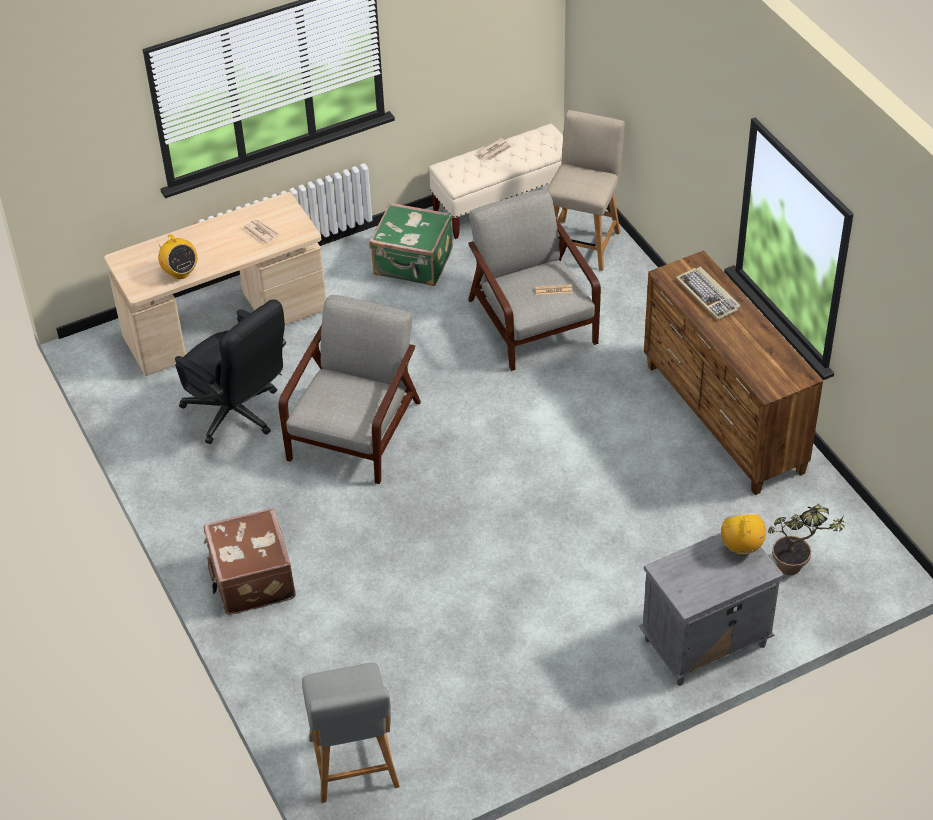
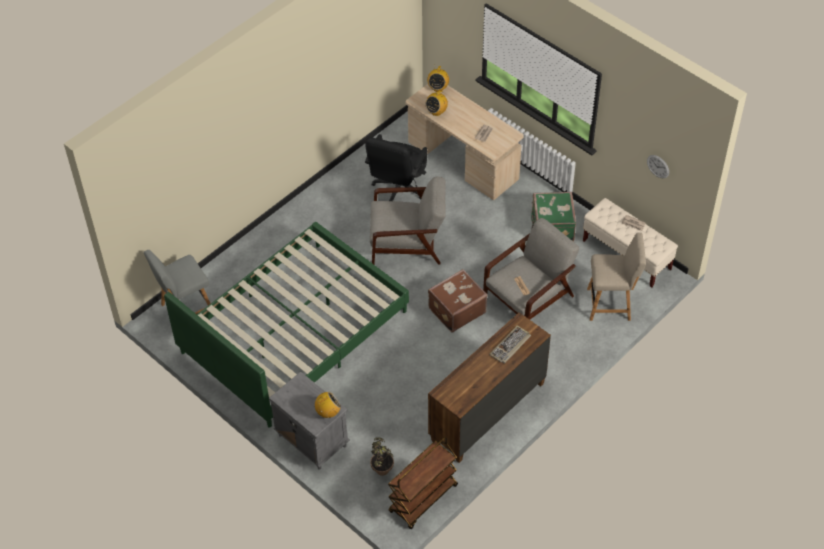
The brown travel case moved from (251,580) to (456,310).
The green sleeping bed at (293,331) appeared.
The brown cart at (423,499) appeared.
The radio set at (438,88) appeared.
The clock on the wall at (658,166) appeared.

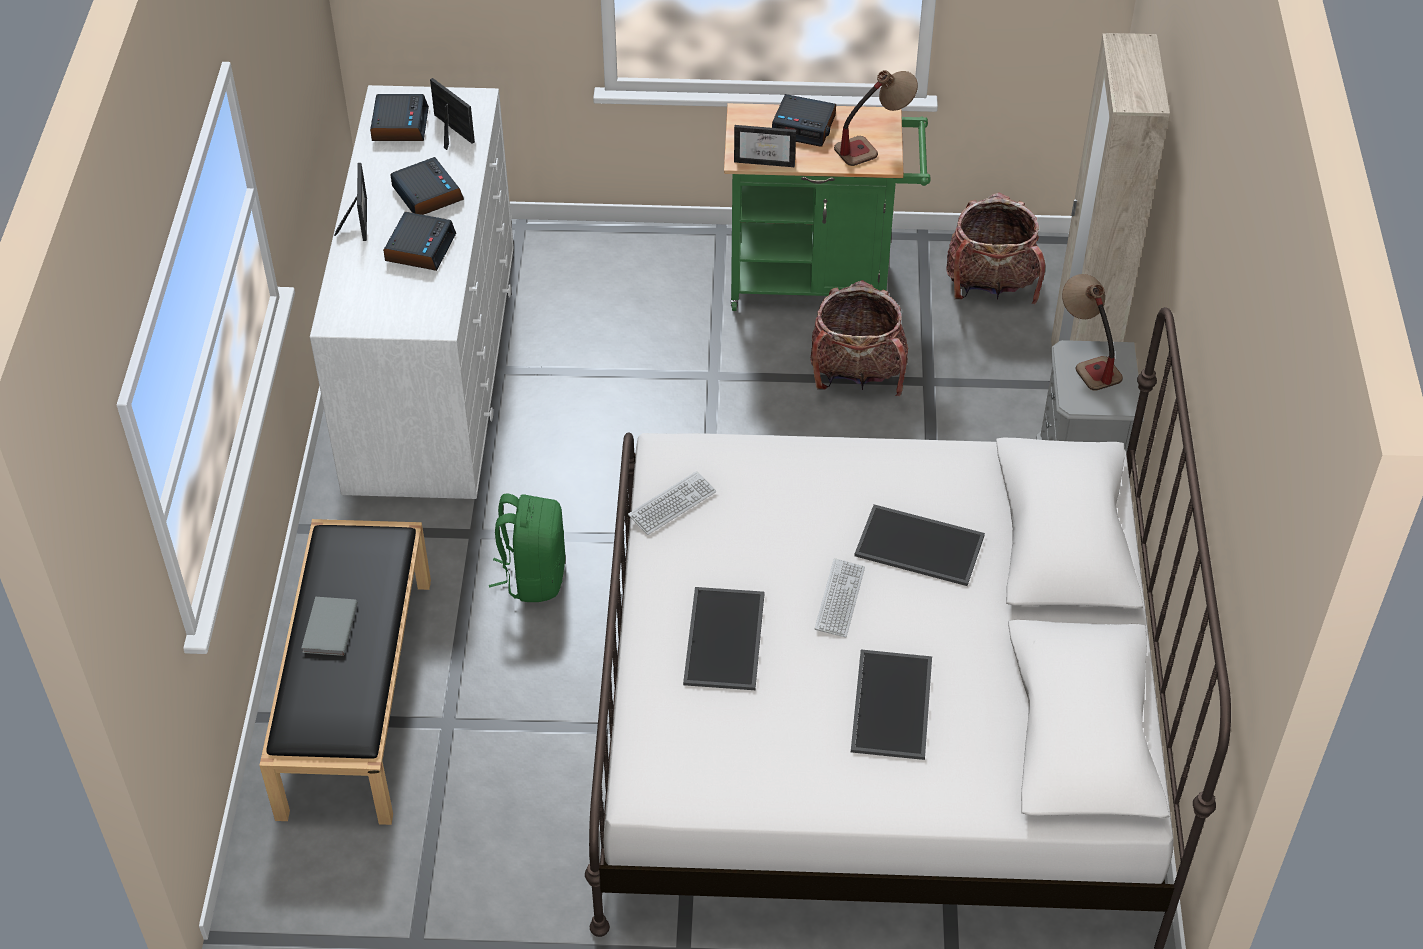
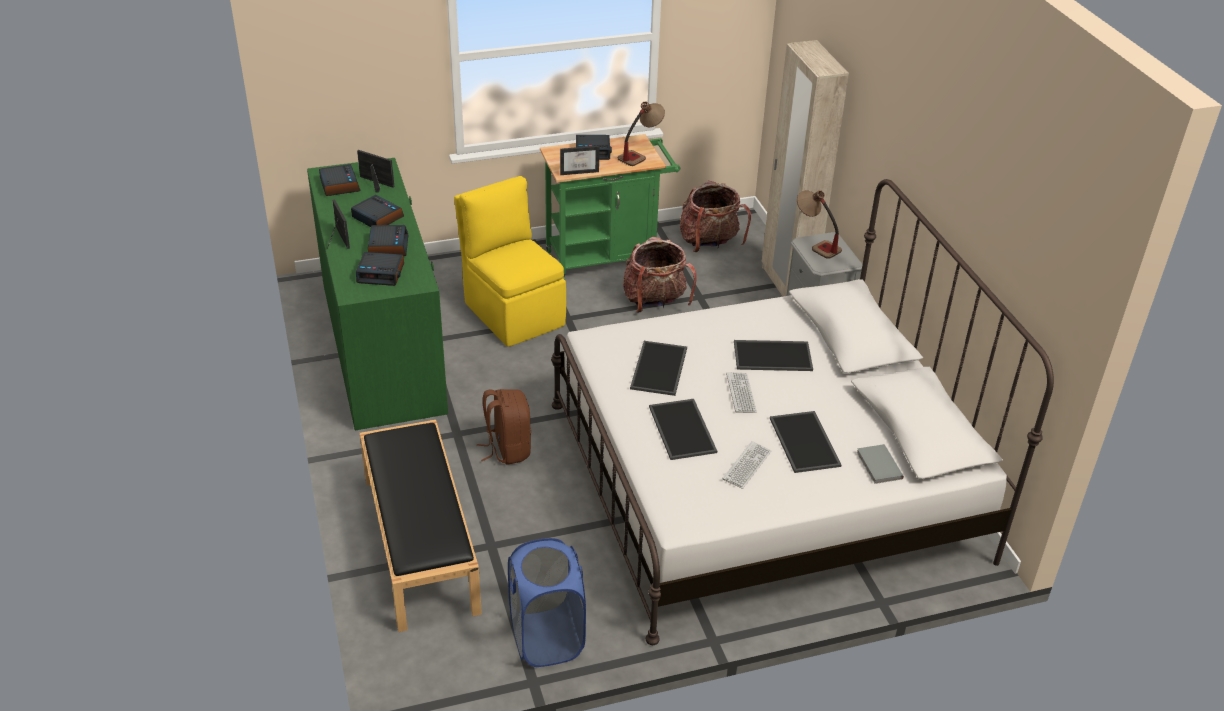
The gray book moved from (328,628) to (878,466).
The whitish drawer chest at (432,364) became the green drawer chest at (382,346).
The green knapsack at (533,576) became the brown knapsack at (507,449).
The keyboard moved from (672,504) to (747,466).
The bedside clock at (381,273) appeared.
The yellow plain chair at (513,312) appeared.
The blue-coloured laundry basket at (546,638) appeared.
The serving tray at (660,369) appeared.

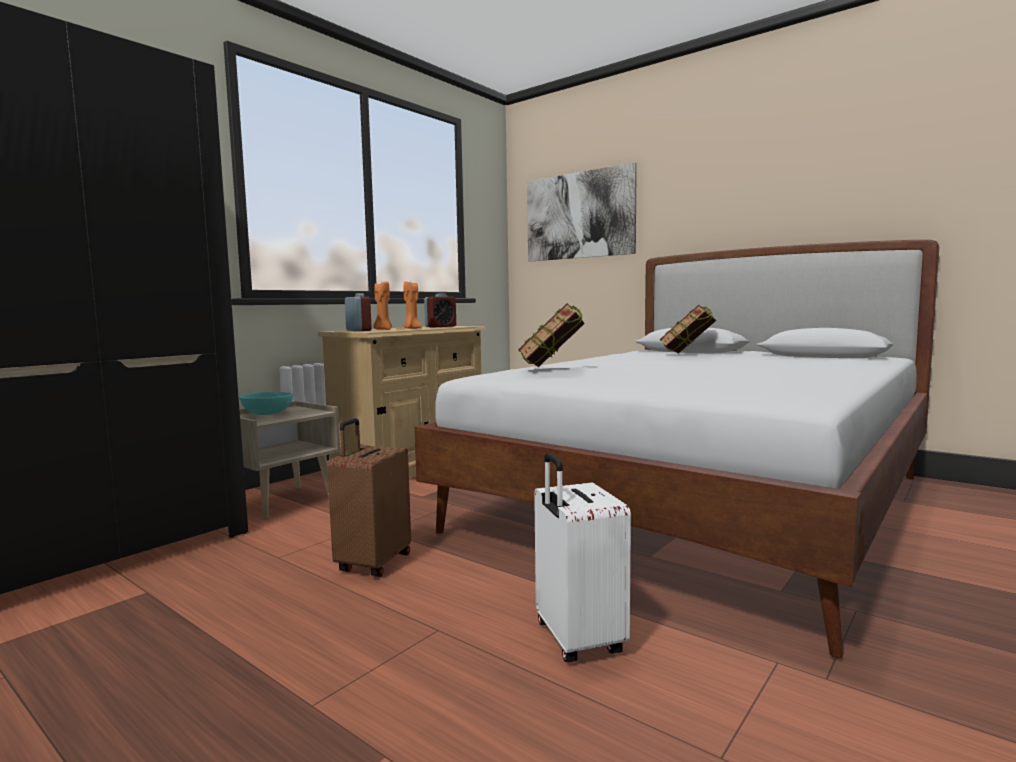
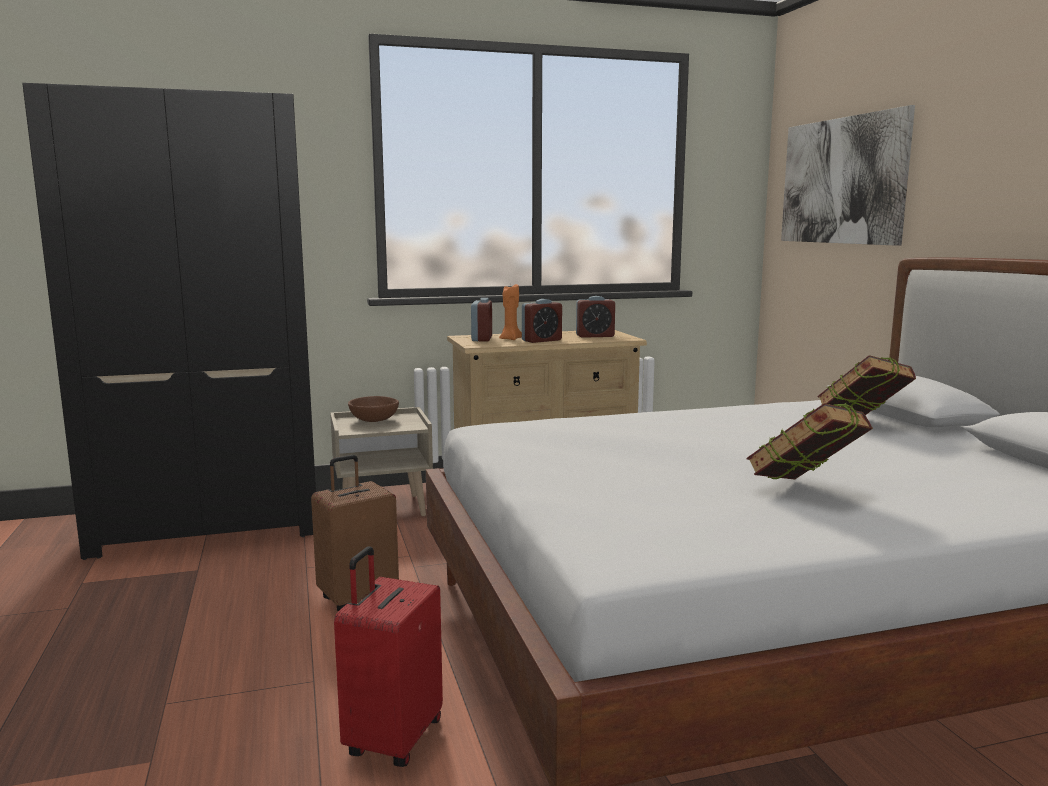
The turquoise-coloured deep dish at (268,414) became the brown deep dish at (374,420).
The orange wax candle at (411,329) was replaced by the bedside clock at (541,340).
The book moved from (552,369) to (805,491).
The whitish travel case at (576,640) became the red travel case at (392,739).

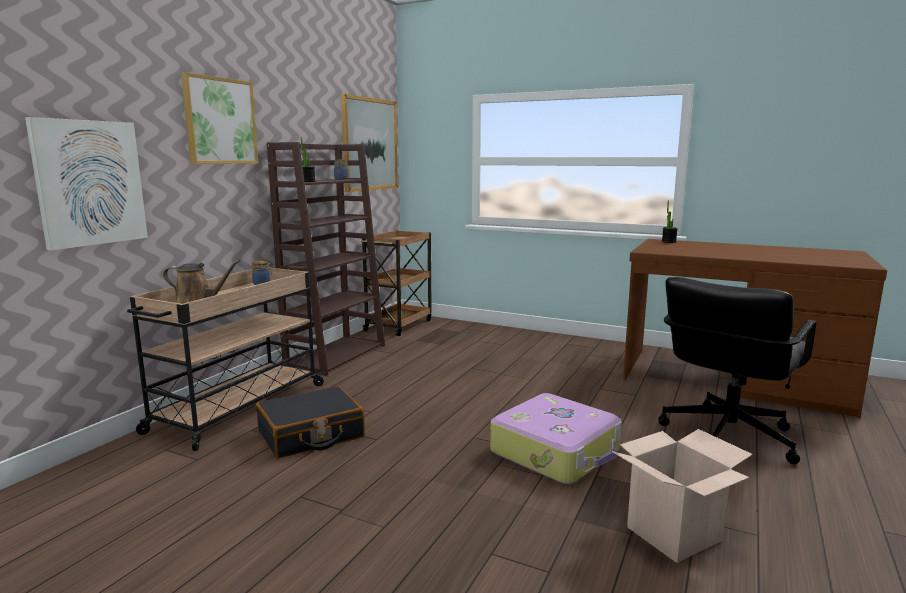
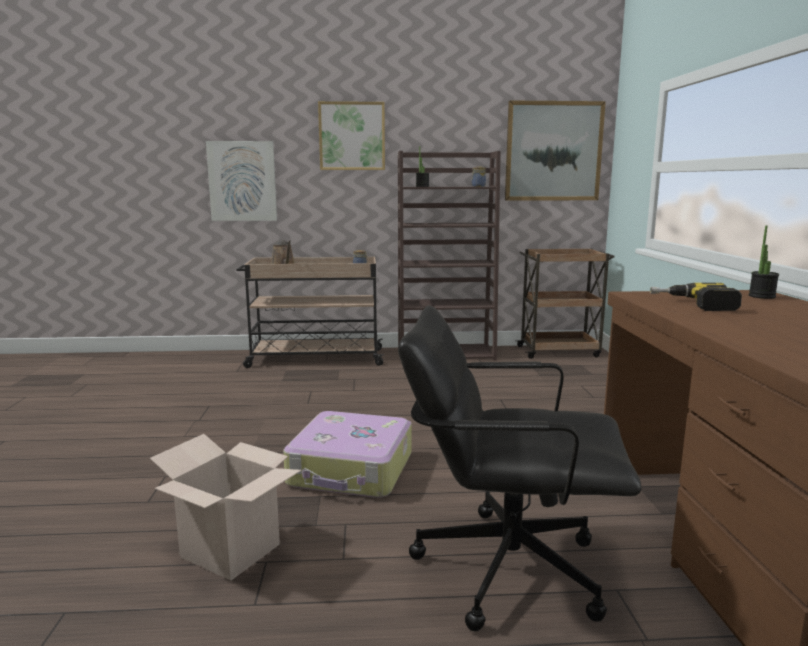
The black travel case at (311,435) disappeared.
The drill at (693,305) appeared.

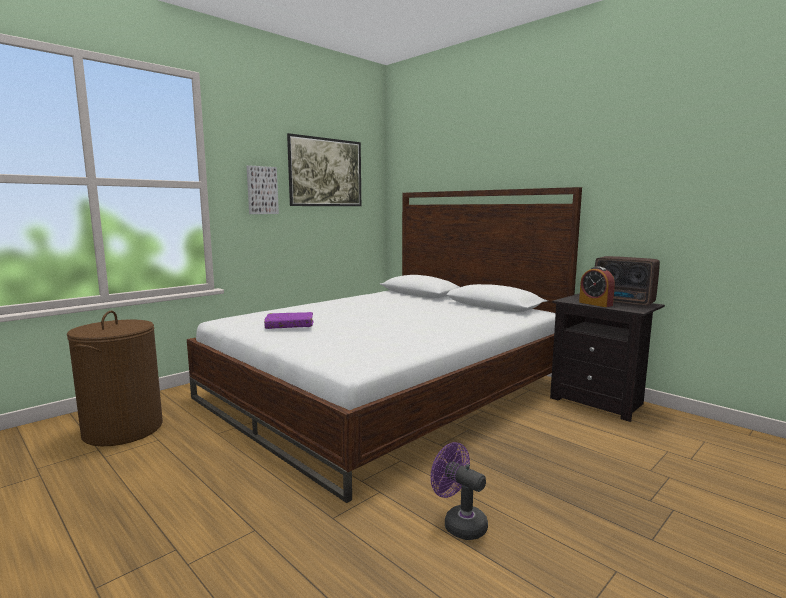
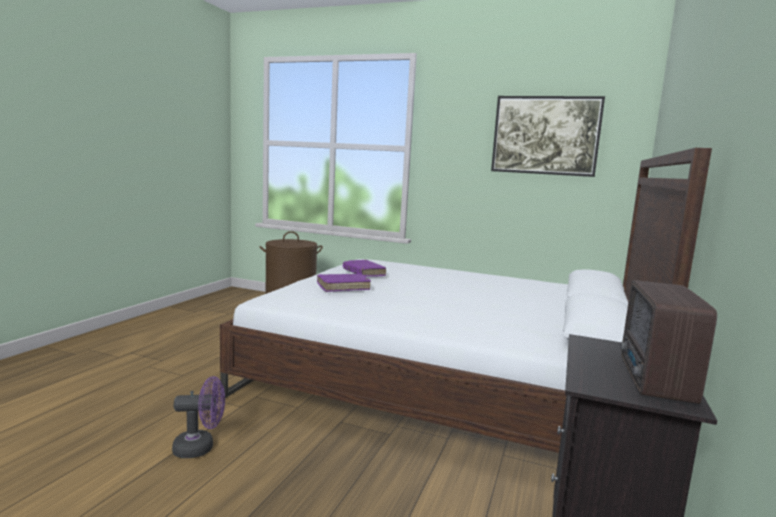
The wall picture at (261,190) disappeared.
The purplish cooling fan at (459,523) turned 60 degrees clockwise.
The bedside clock at (595,304) disappeared.
The purplish book at (343,287) appeared.

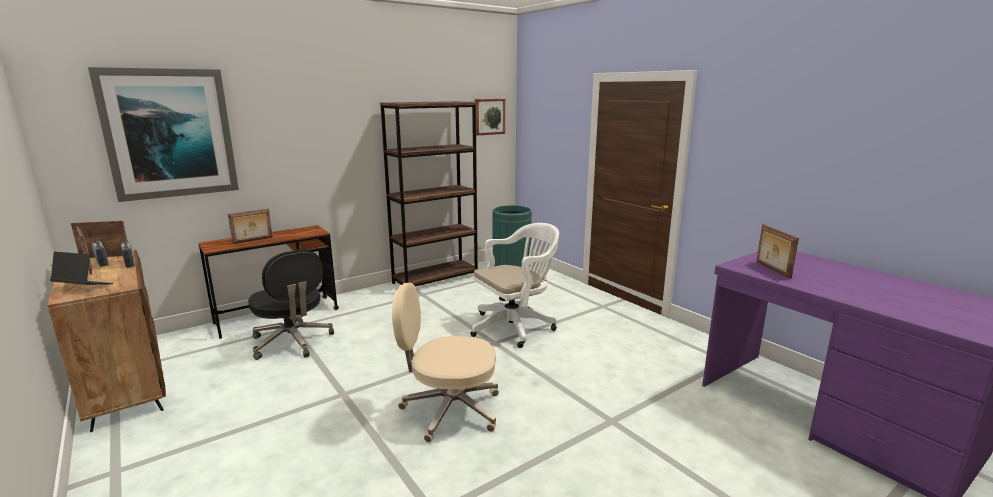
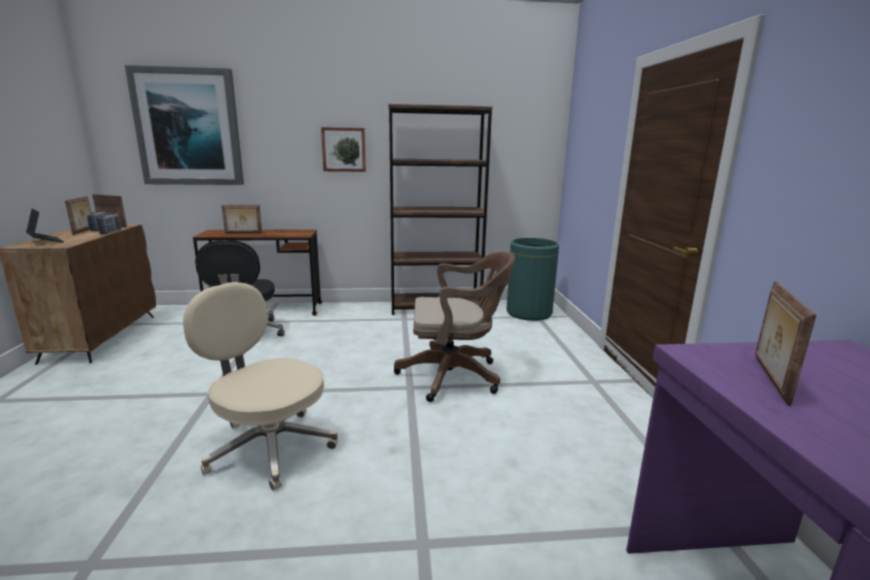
The whitish computer chair at (515,326) became the brown computer chair at (455,376).
The wall picture moved from (489,116) to (344,149).

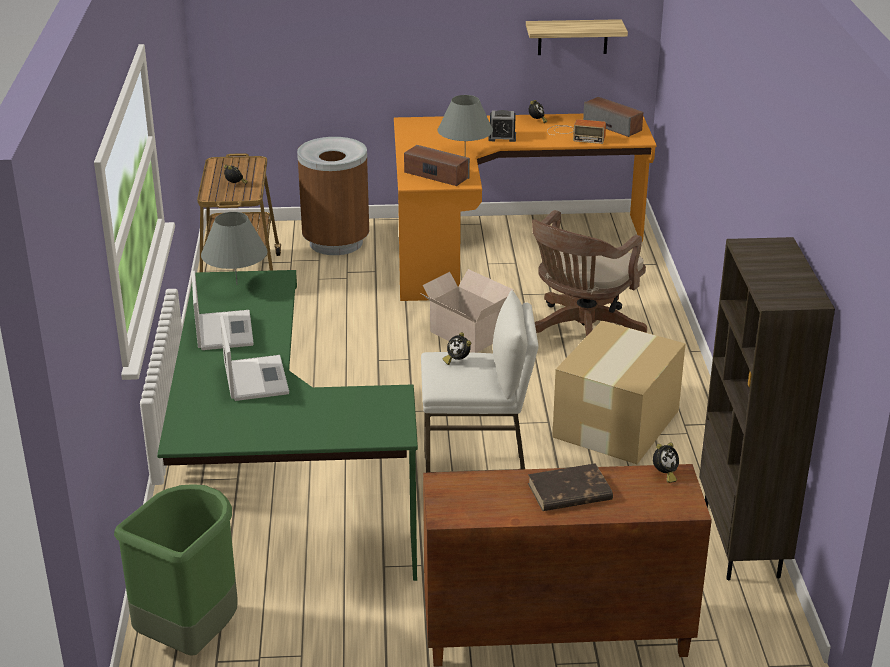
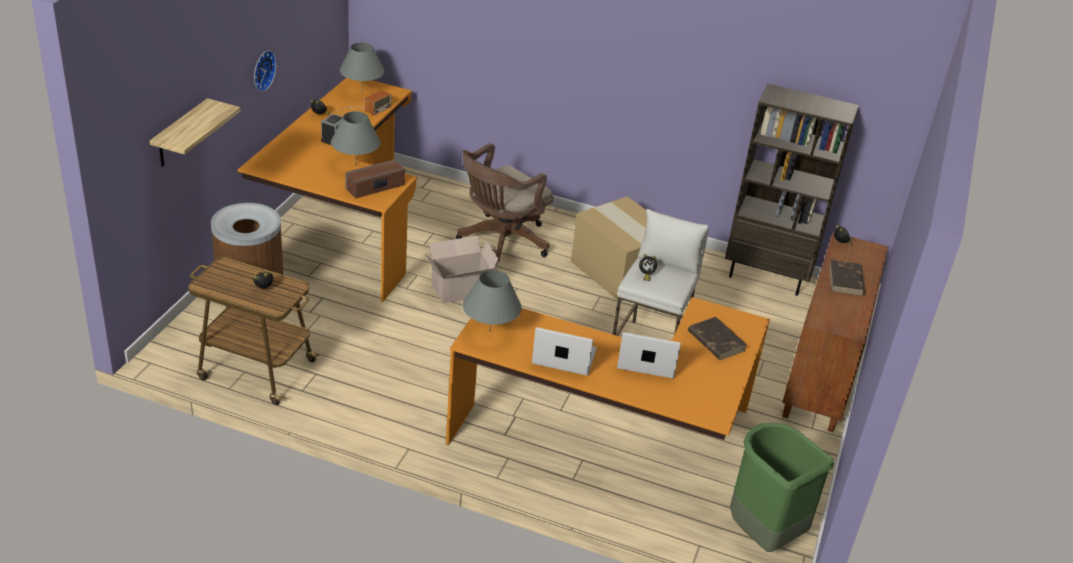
The green desk at (272,494) became the orange desk at (613,448).
The bracket shelf moved from (572,37) to (180,134).
The brown computer chair at (581,334) turned 75 degrees clockwise.
The speaker at (612,125) was replaced by the gray tabletop lamp at (362,92).
The clock on the wall at (262,70) appeared.
The brown book at (715,341) appeared.

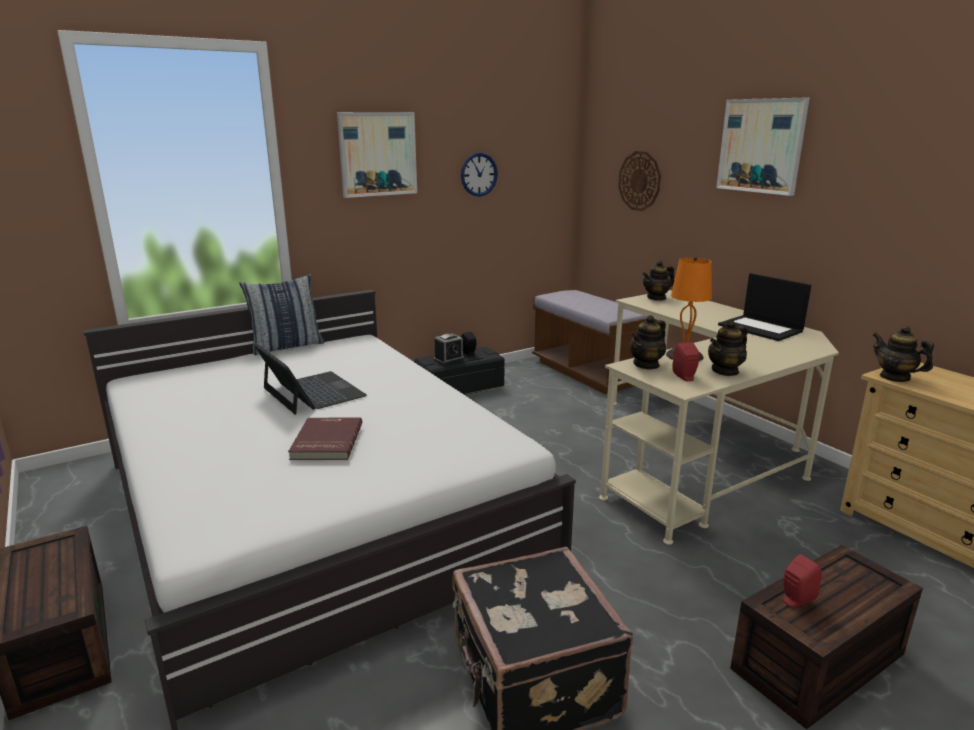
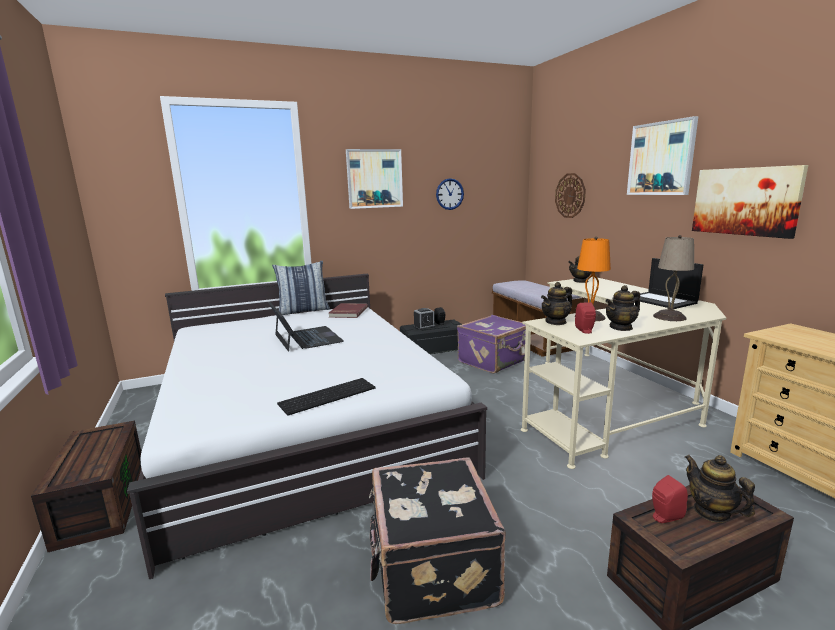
The red book moved from (325,441) to (348,312).
The pot for tea moved from (895,377) to (711,512).
The keyboard at (328,395) appeared.
The purplish travel case at (494,361) appeared.
The beige-coloured tabletop lamp at (669,317) appeared.
The wall picture at (745,201) appeared.

